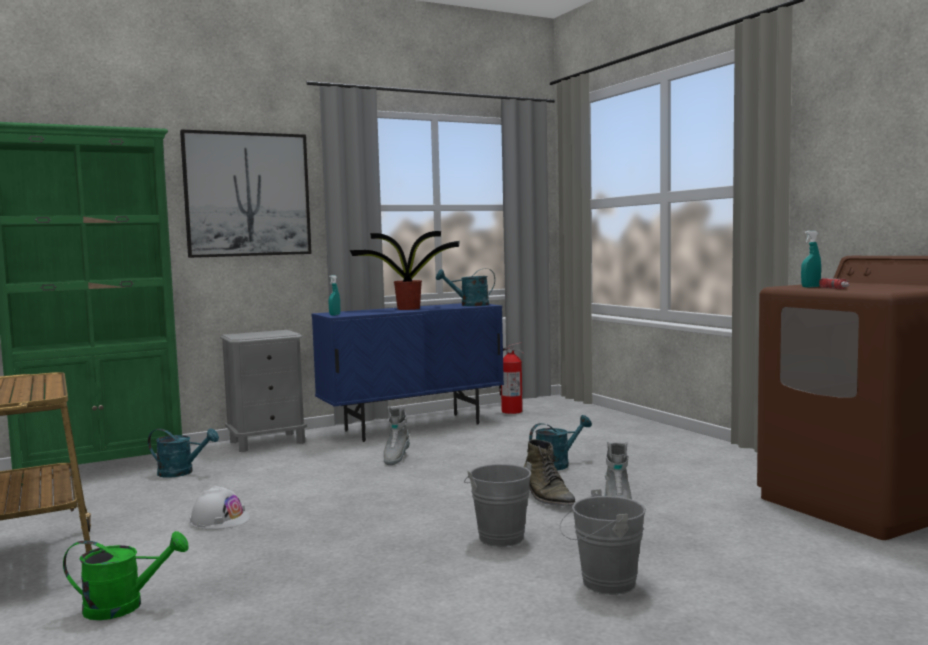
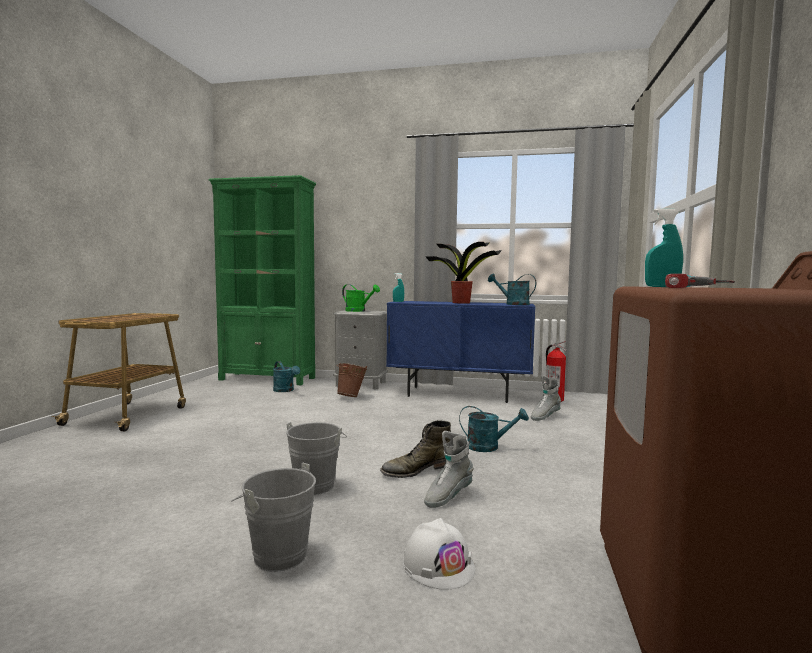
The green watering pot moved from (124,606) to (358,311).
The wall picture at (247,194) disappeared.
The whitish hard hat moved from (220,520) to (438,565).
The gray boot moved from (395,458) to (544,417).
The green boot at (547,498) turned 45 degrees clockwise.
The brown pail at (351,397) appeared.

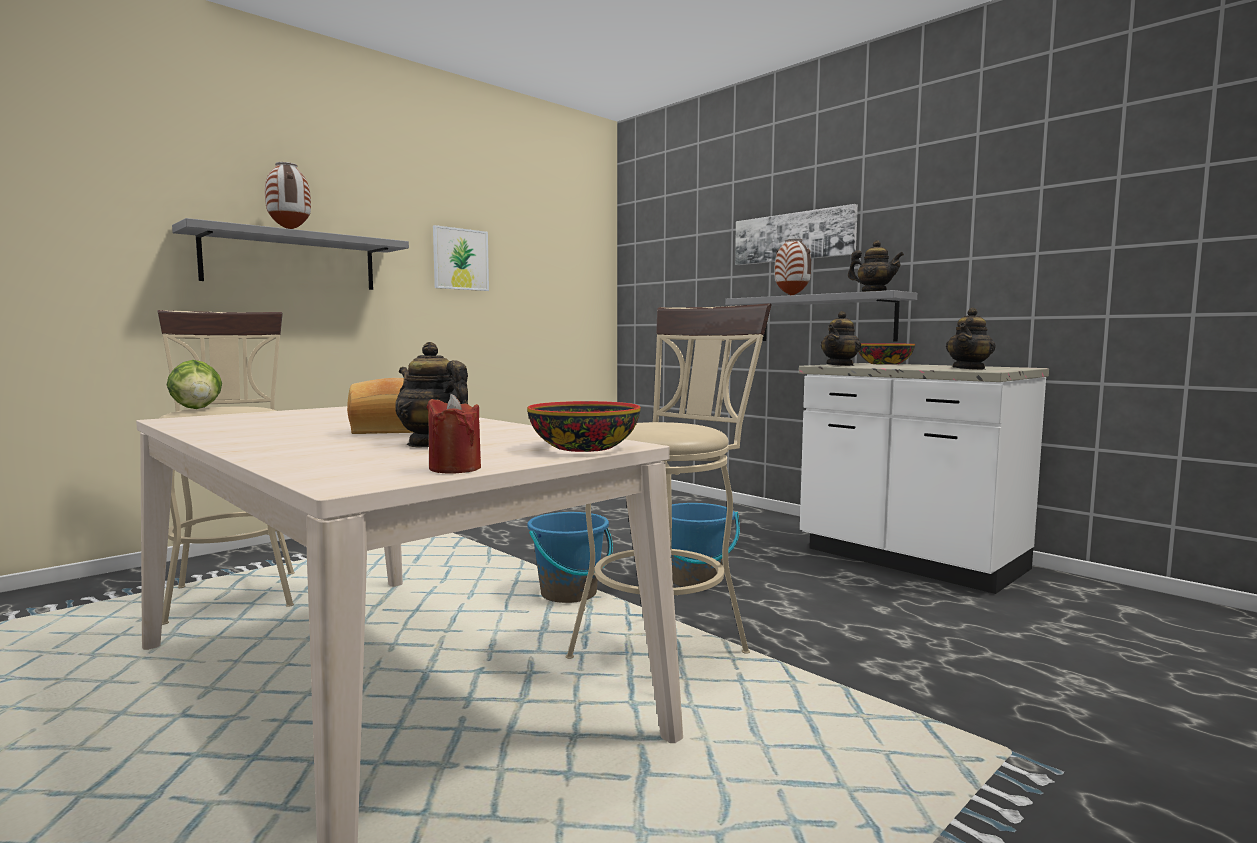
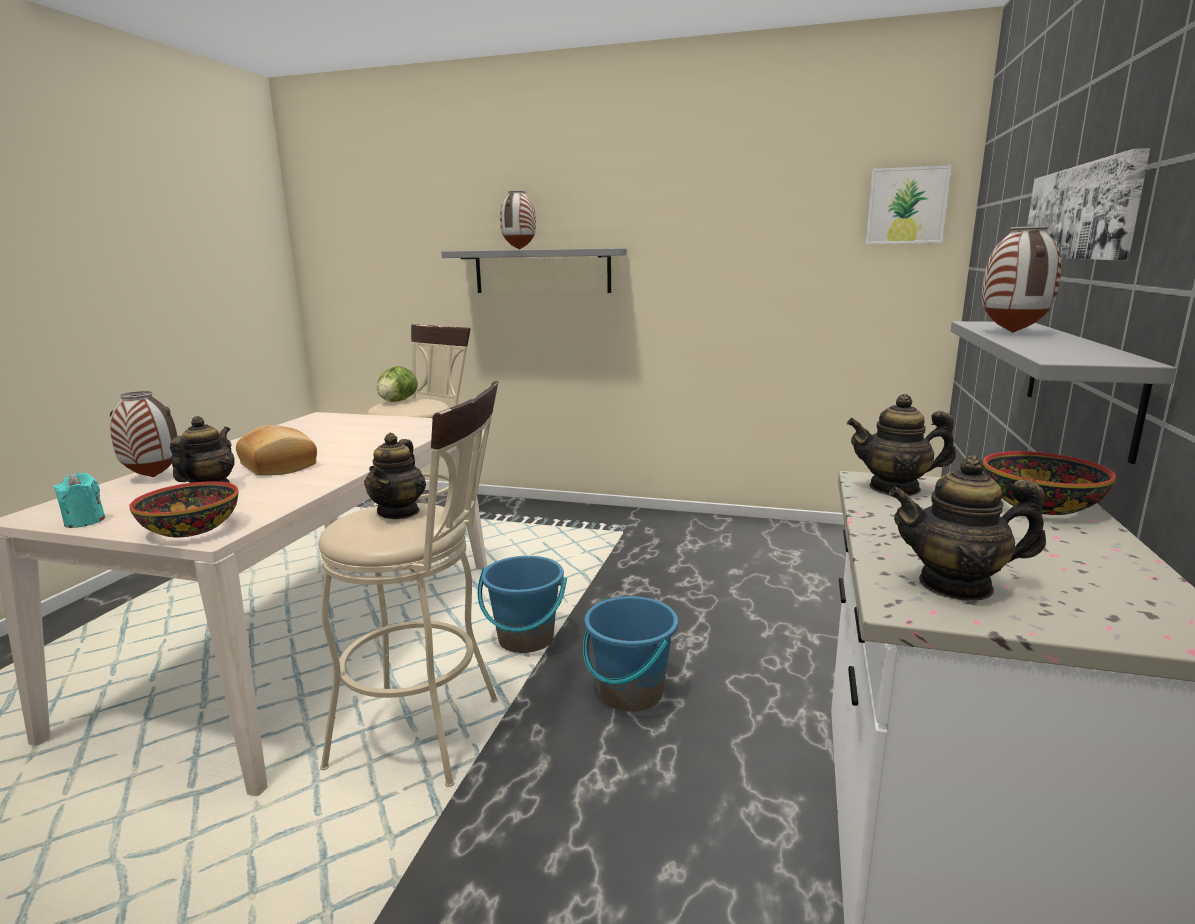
The red wax candle at (455,468) became the turquoise-coloured wax candle at (85,521).
The wall picture moved from (460,259) to (906,206).
The pot for tea moved from (874,292) to (399,512).
The vase at (152,477) appeared.

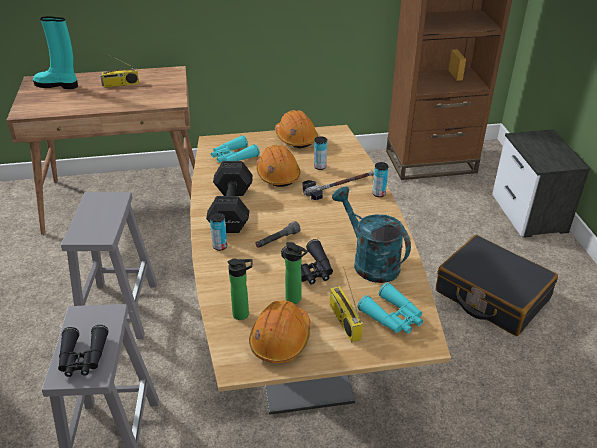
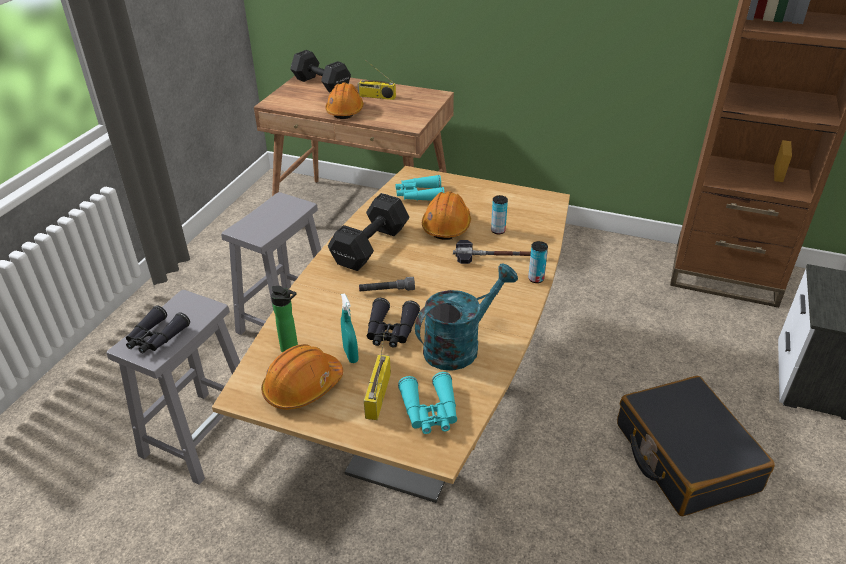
The turquoise-coloured boot at (58,85) was replaced by the black dumbbell at (322,85).
The sealed can at (220,246) disappeared.
The orange hard hat moved from (295,138) to (345,110).
The bottle at (295,299) was replaced by the turquoise-coloured hand sprayer at (350,355).
The turquoise-coloured watering pot at (369,261) turned 60 degrees clockwise.

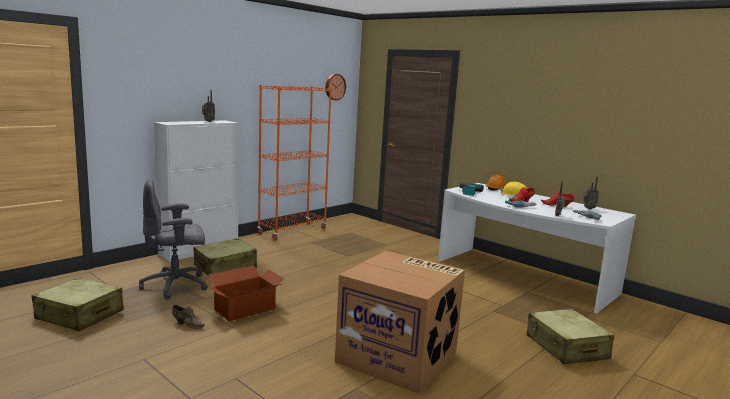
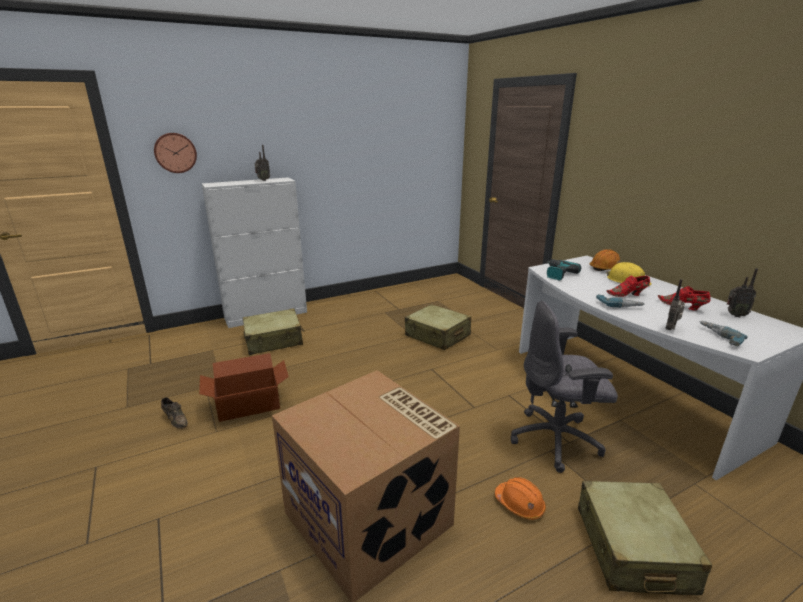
The beige-coloured travel case moved from (80,315) to (437,336).
The gray computer chair moved from (176,285) to (556,440).
The orange bookshelf at (292,231) disappeared.
The clock on the wall moved from (334,87) to (175,152).
The orange hard hat at (519,504) appeared.

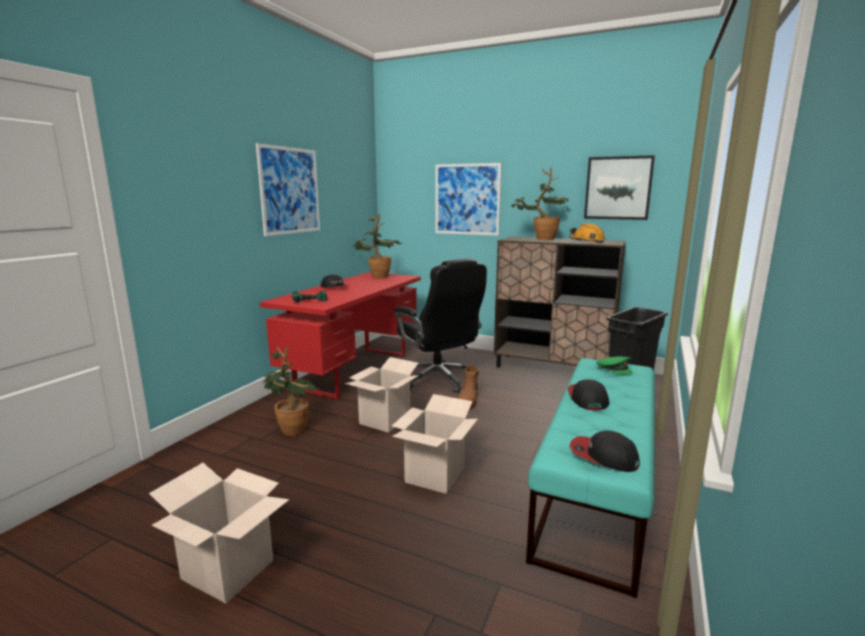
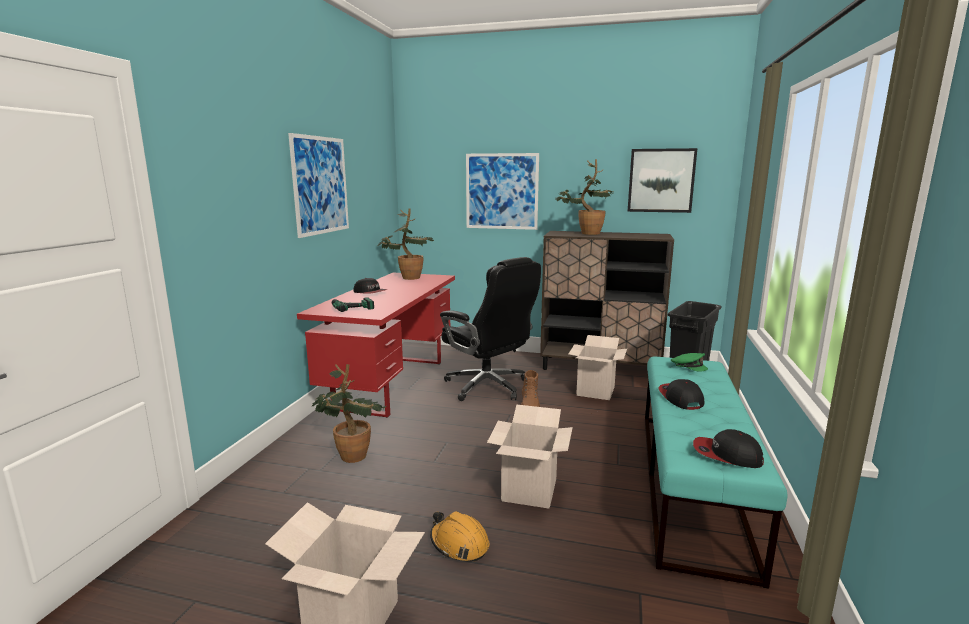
The carton moved from (384,420) to (595,391).
The orange hard hat moved from (586,241) to (459,544).

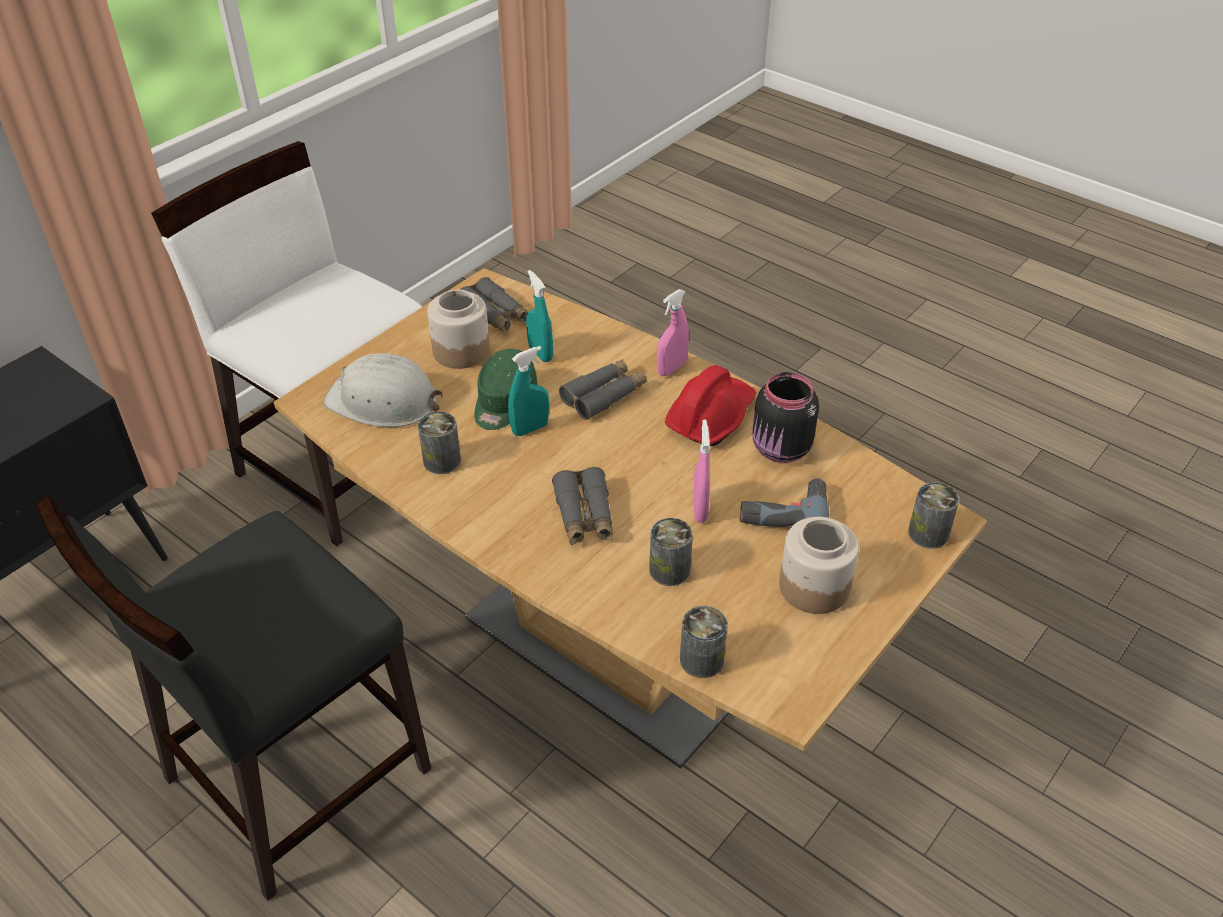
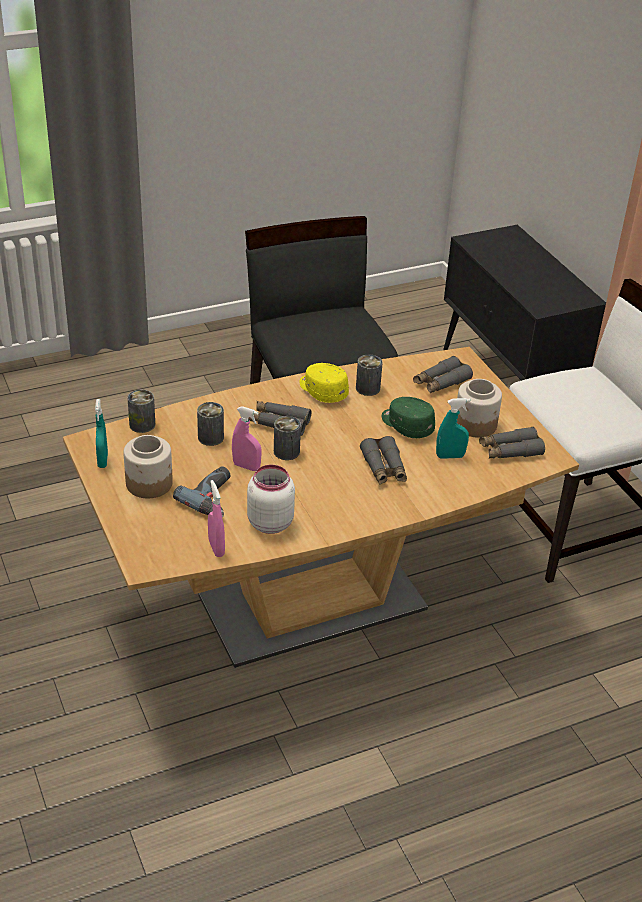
The whitish hard hat at (383,401) was replaced by the gray binoculars at (441,382).
The turquoise-coloured hand sprayer moved from (530,429) to (102,460).
The pink-coloured hand sprayer moved from (671,369) to (216,548).
The red hard hat at (710,417) disappeared.
The black storage jar at (780,450) became the whitish storage jar at (269,522).
The sealed can moved from (928,533) to (286,451).
The yellow peaked cap at (322,391) appeared.

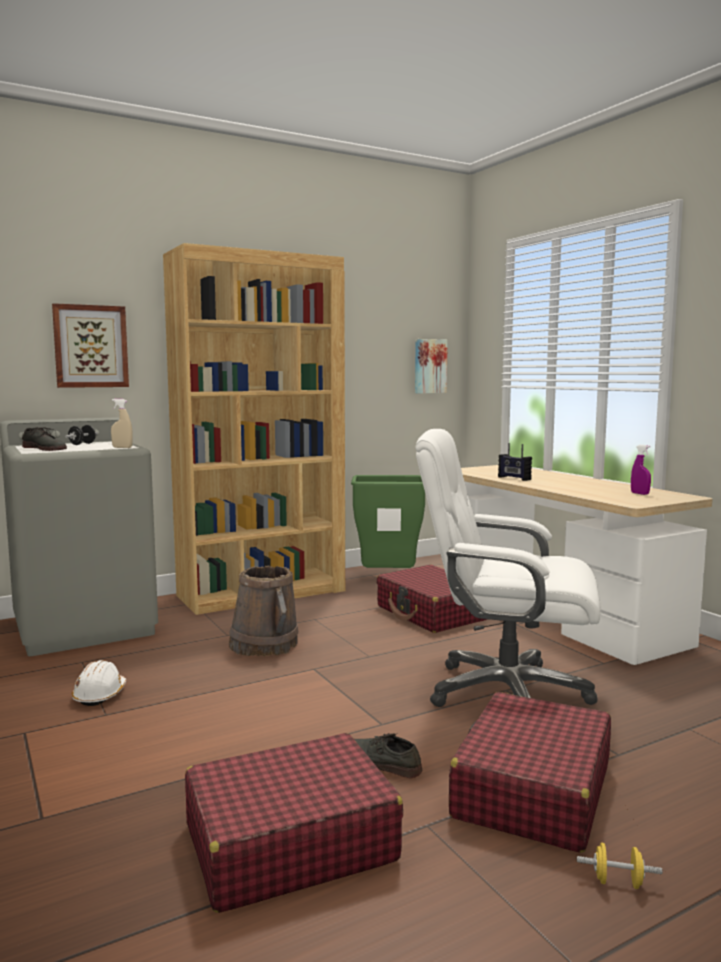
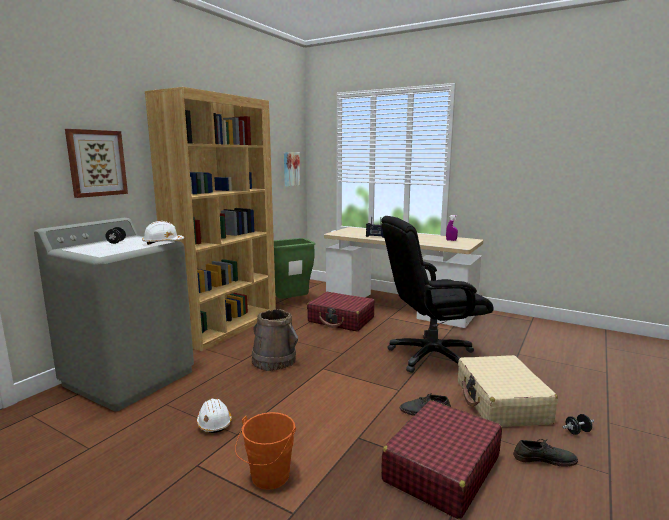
The gray low shoe moved from (45,449) to (544,458).
The beige-coloured hand sprayer at (122,447) was replaced by the whitish hard hat at (163,243).
The whitish computer chair at (505,692) became the black computer chair at (430,356).
The red travel case at (532,790) became the beige-coloured travel case at (501,402).
The yellow dumbbell at (618,882) became the black dumbbell at (577,431).
The orange pail at (268,479) appeared.

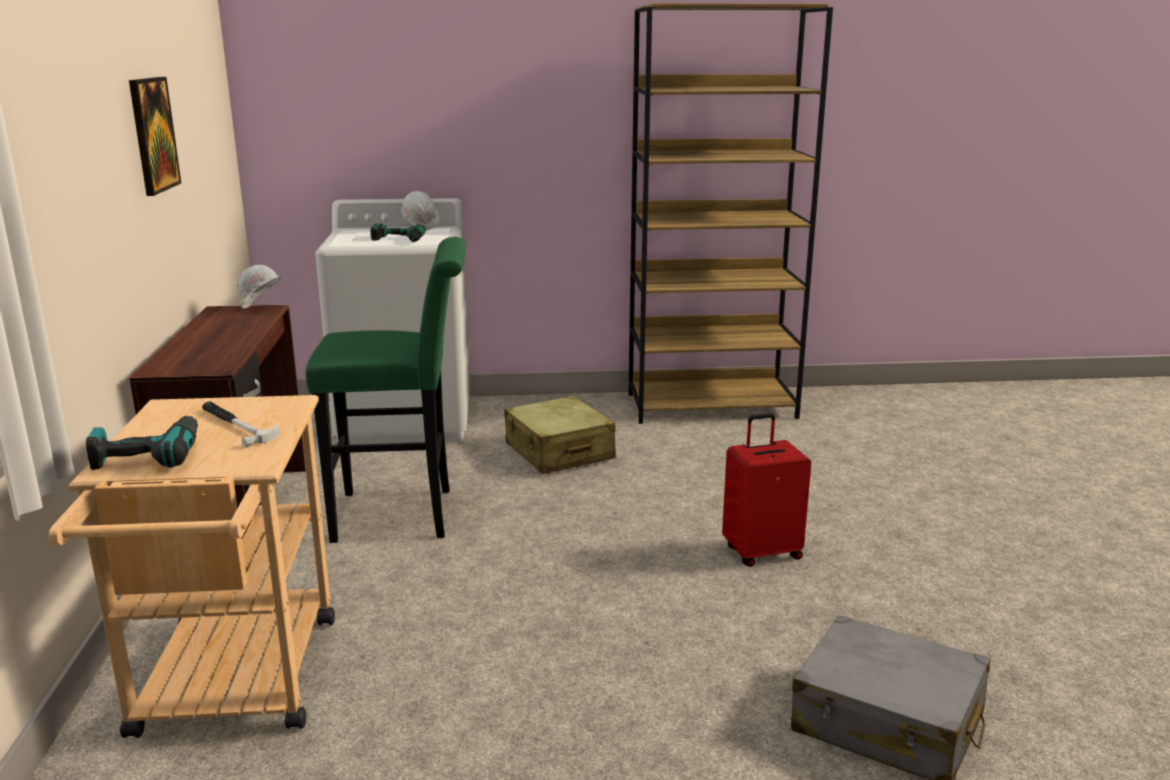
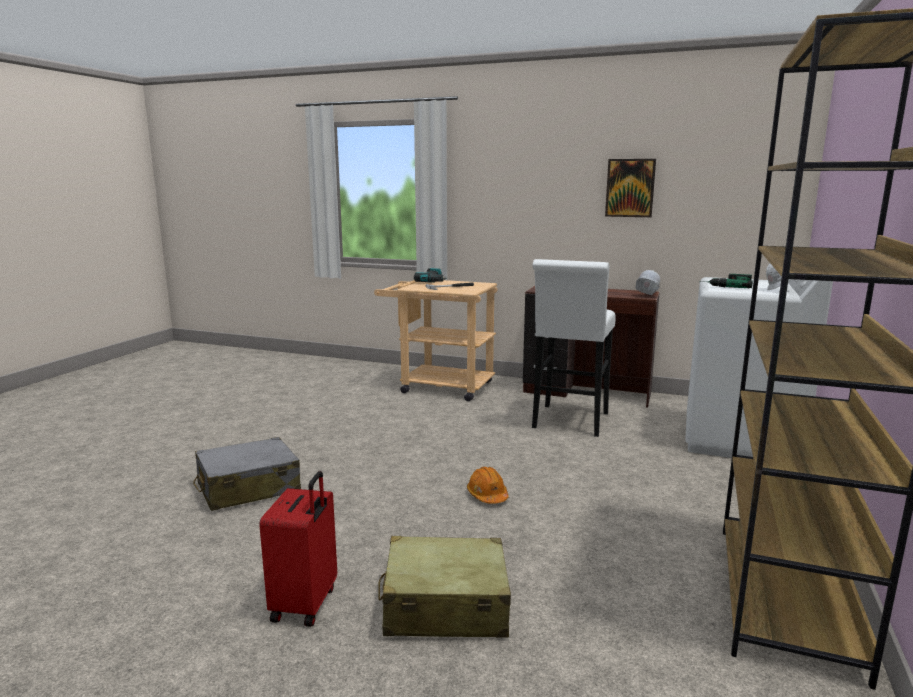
The green stool seat at (404,514) became the whitish stool seat at (569,423).
The beige-coloured travel case moved from (559,452) to (445,606).
The red travel case moved from (761,552) to (306,604).
The orange hard hat at (487,495) appeared.

